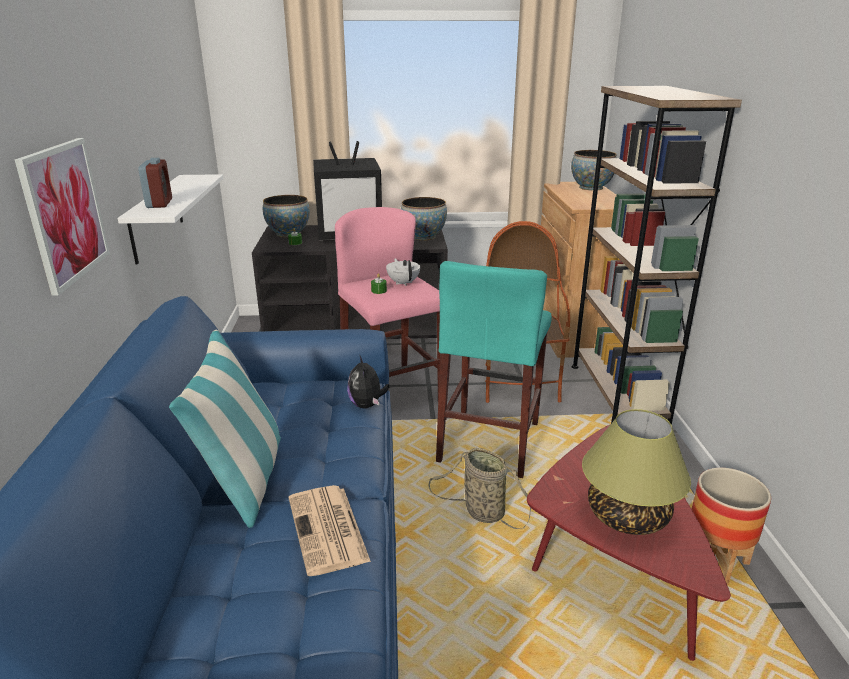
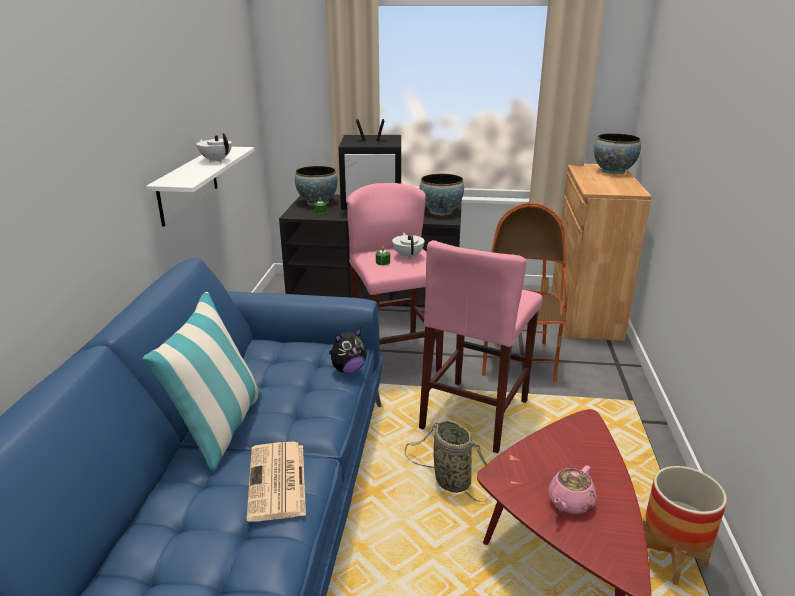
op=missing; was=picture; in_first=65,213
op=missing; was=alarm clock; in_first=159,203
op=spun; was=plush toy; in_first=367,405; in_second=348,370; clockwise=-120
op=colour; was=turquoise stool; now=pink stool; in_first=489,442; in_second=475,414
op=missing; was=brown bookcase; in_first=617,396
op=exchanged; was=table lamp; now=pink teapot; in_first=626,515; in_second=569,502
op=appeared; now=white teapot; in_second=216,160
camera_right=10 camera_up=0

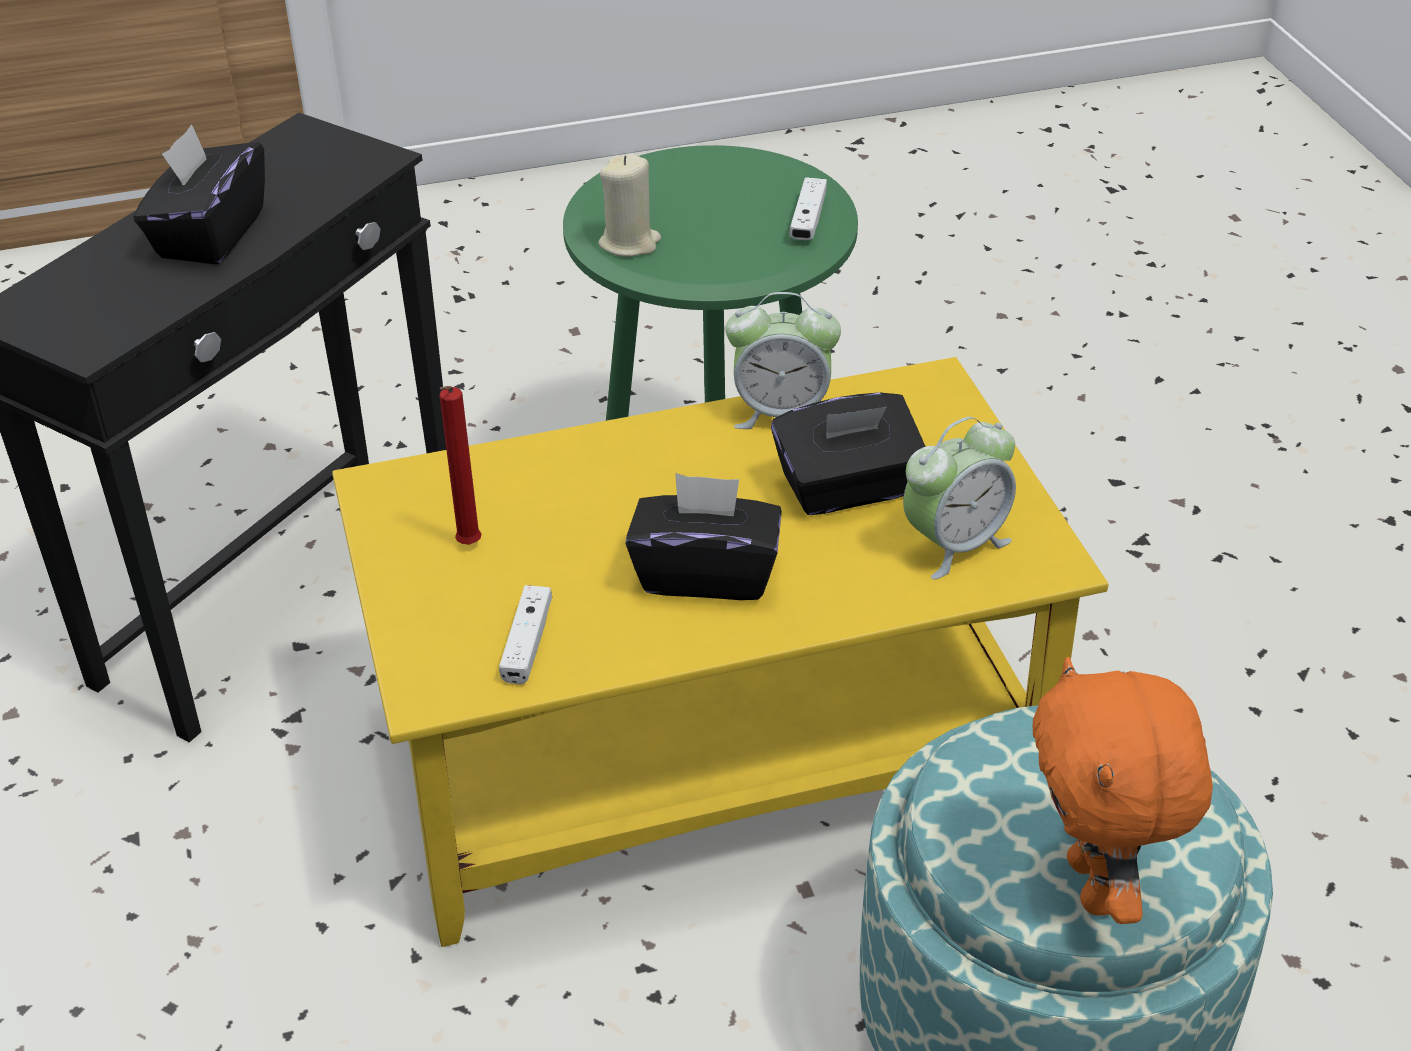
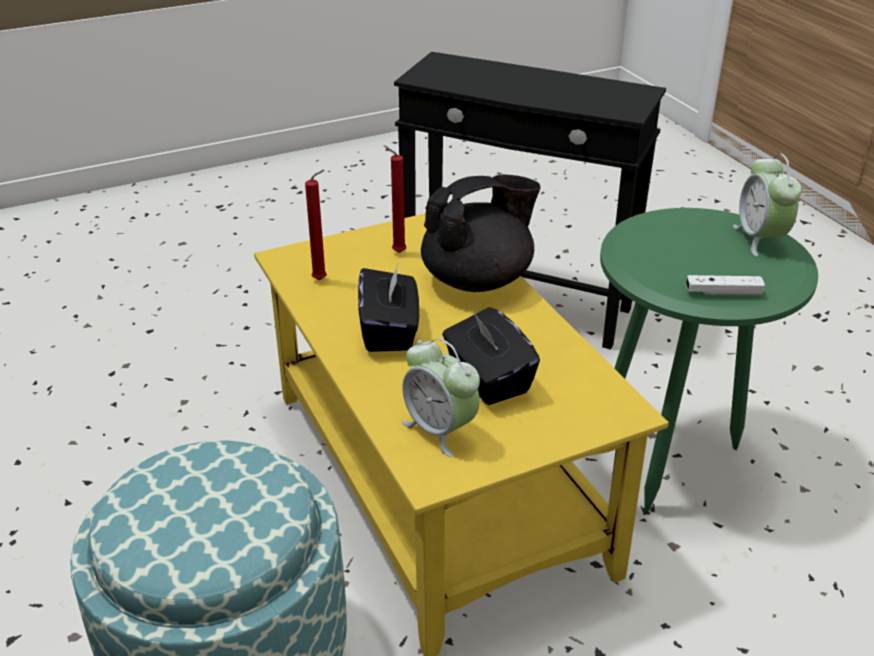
op=missing; was=black tissue box; in_first=209,234
op=exchanged; was=white game controller; now=red candle; in_first=527,643; in_second=322,280
op=missing; was=beige candle; in_first=630,243
op=relocated; was=alarm clock; in_first=781,413; in_second=760,239
op=missing; was=orange plush toy; in_first=1097,886
op=appeared; now=black teapot; in_second=478,279
camera_right=80 camera_up=-5

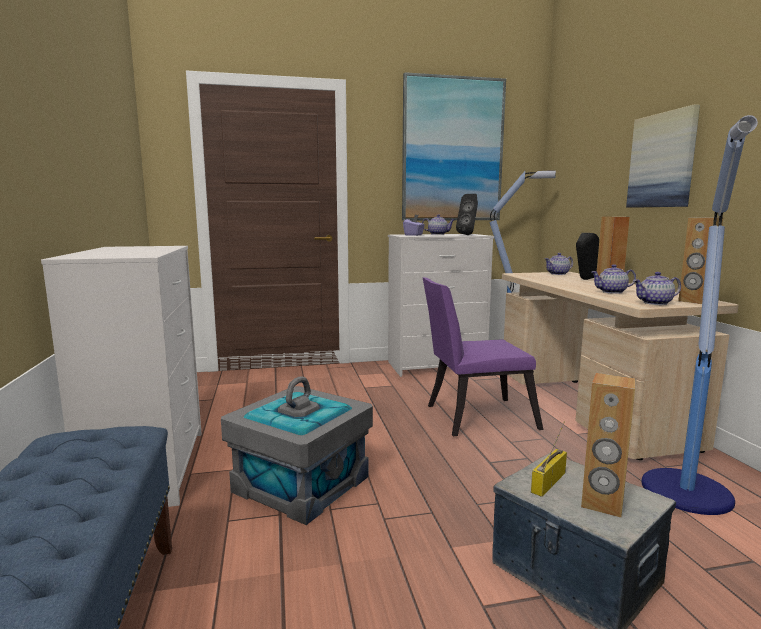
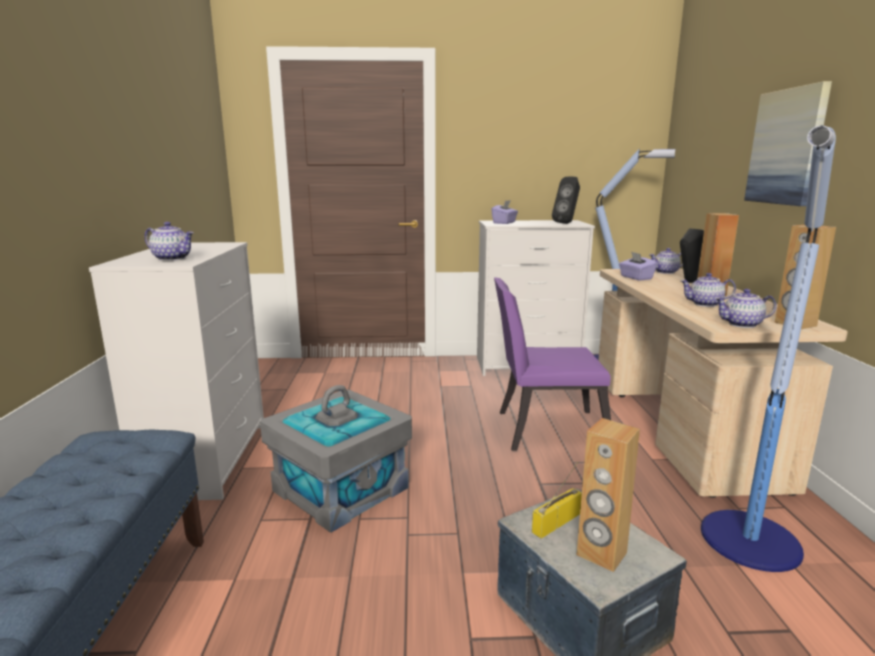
op=missing; was=picture; in_first=452,150
op=relocated; was=teapot; in_first=438,234; in_second=173,258
op=appeared; now=purple tissue box; in_second=635,278
camera_right=10 camera_up=5

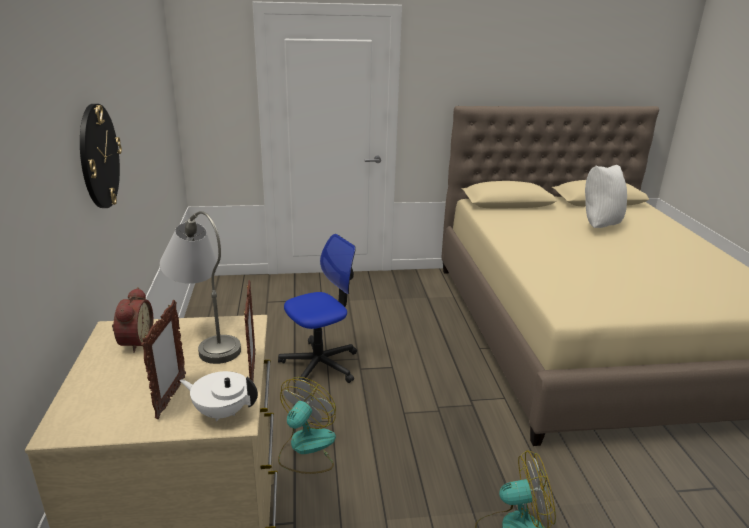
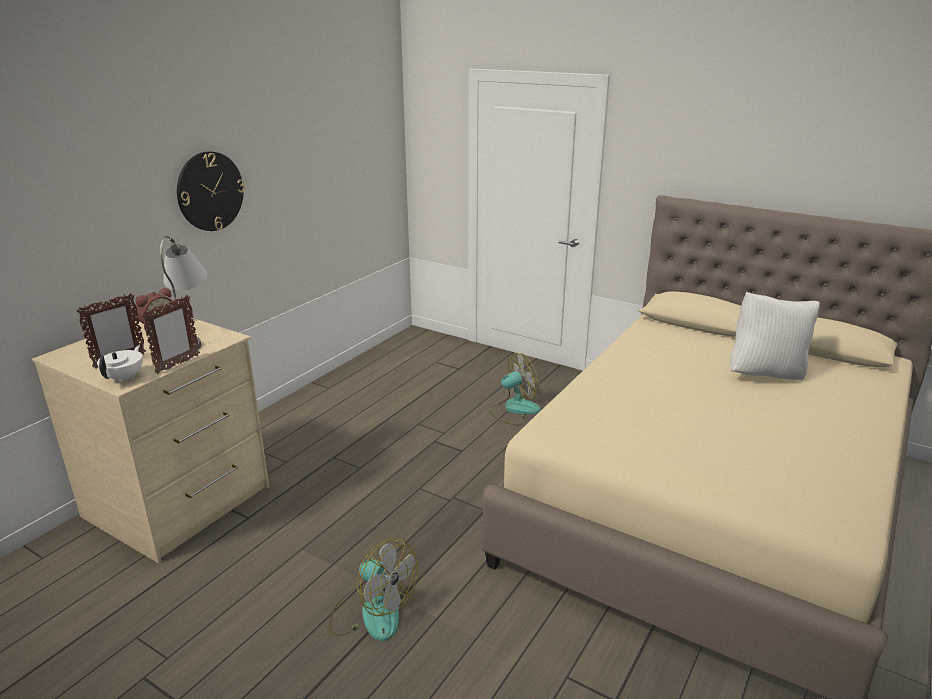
op=spun; was=white teapot; in_first=222,412; in_second=125,378; clockwise=45
op=missing; was=office chair; in_first=320,364
op=relocated; was=fan; in_first=306,448; in_second=514,409
camera_right=40 camera_up=0

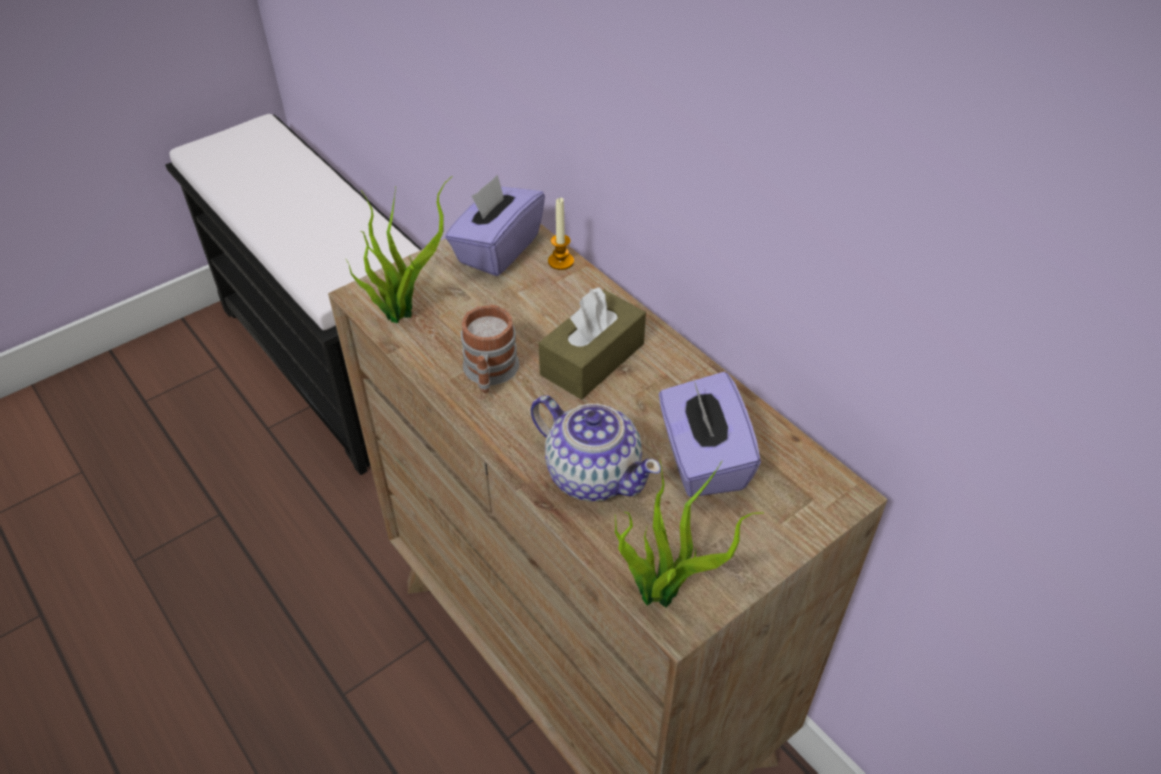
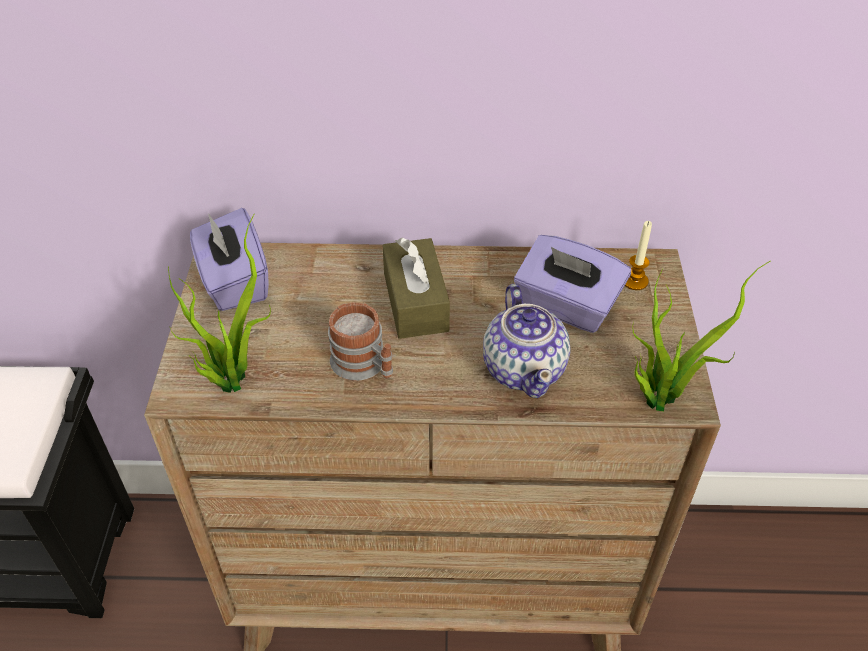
op=spun; was=teapot; in_first=593,474; in_second=524,368; clockwise=90
op=relocated; was=candle; in_first=561,261; in_second=634,281
camera_right=-50 camera_up=0

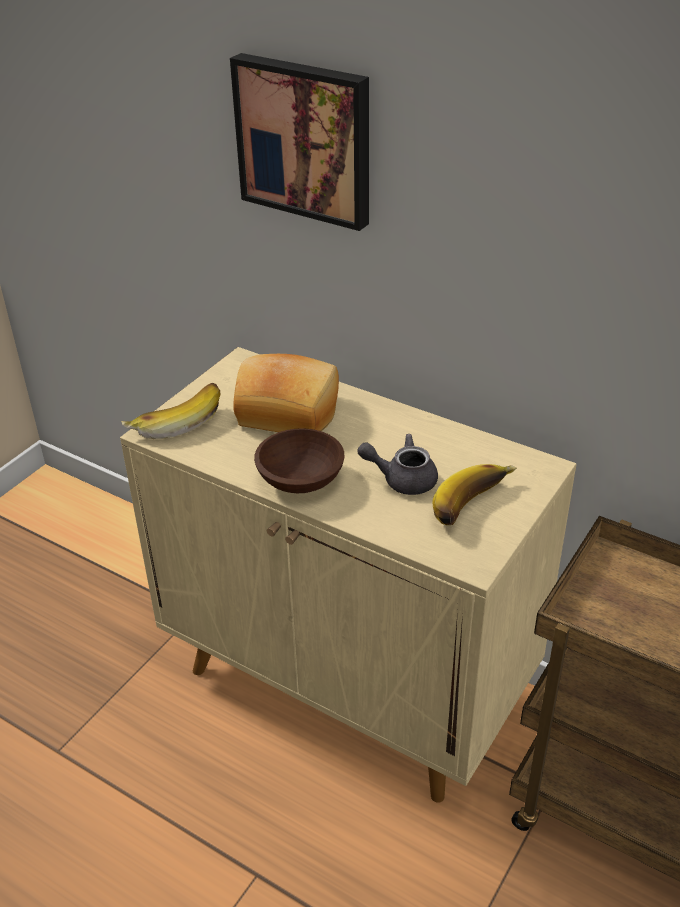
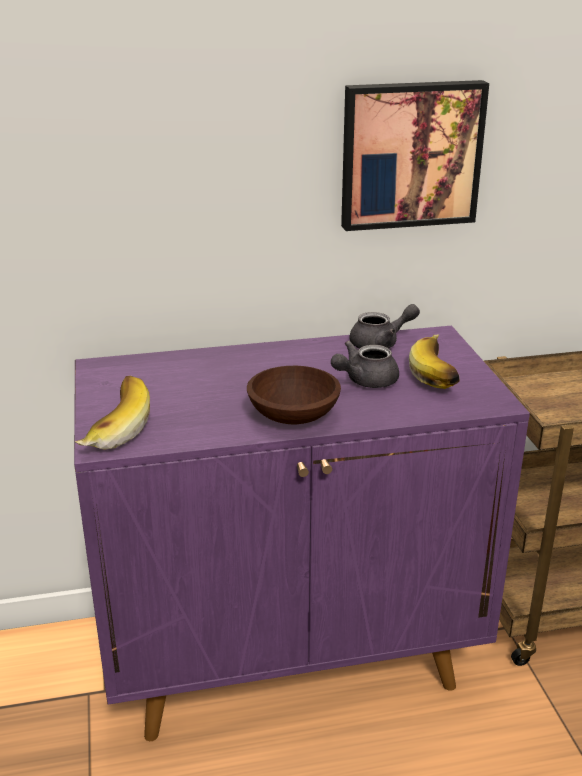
op=colour; was=beige cabinet; now=purple cabinet; in_first=349,683; in_second=292,655
op=relocated; was=picture; in_first=305,139; in_second=410,154
op=missing; was=bread; in_first=289,410
op=appeared; now=grey teapot; in_second=381,343
camera_right=-45 camera_up=-10

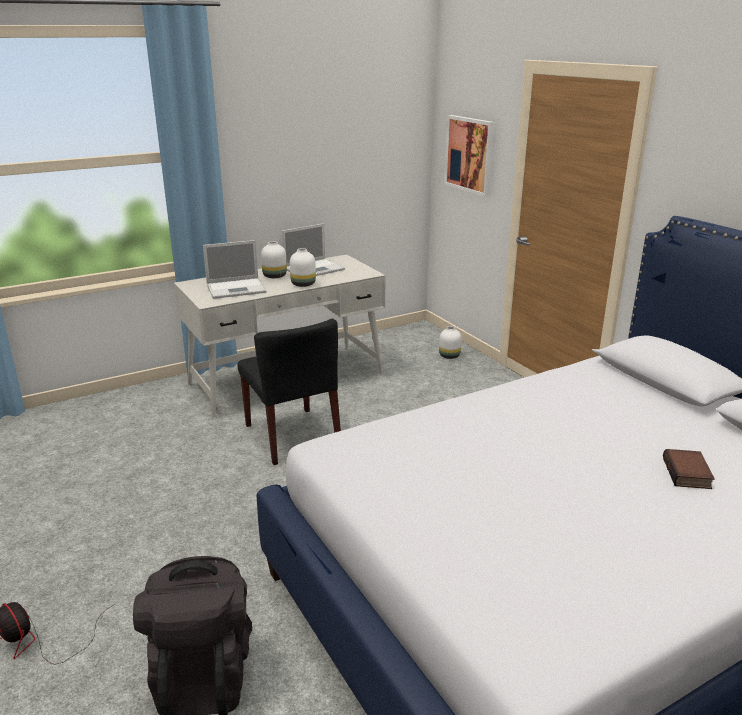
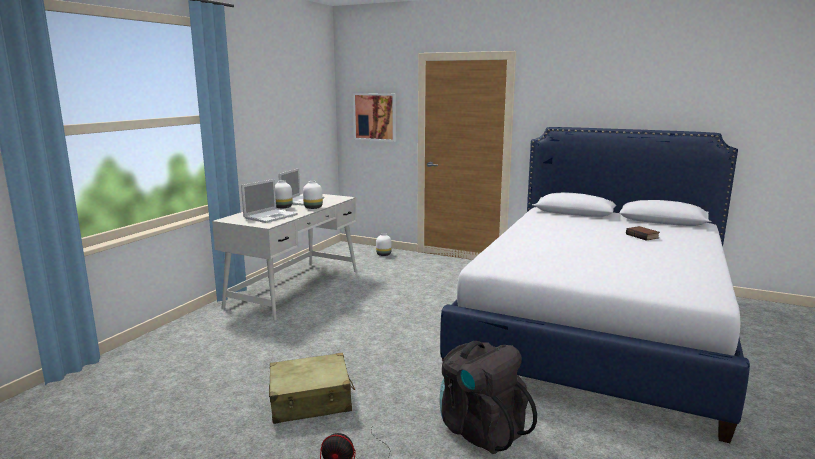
op=missing; was=black chair; in_first=292,436
op=appeared; now=beige suitcase; in_second=311,400
camera_right=-35 camera_up=-10

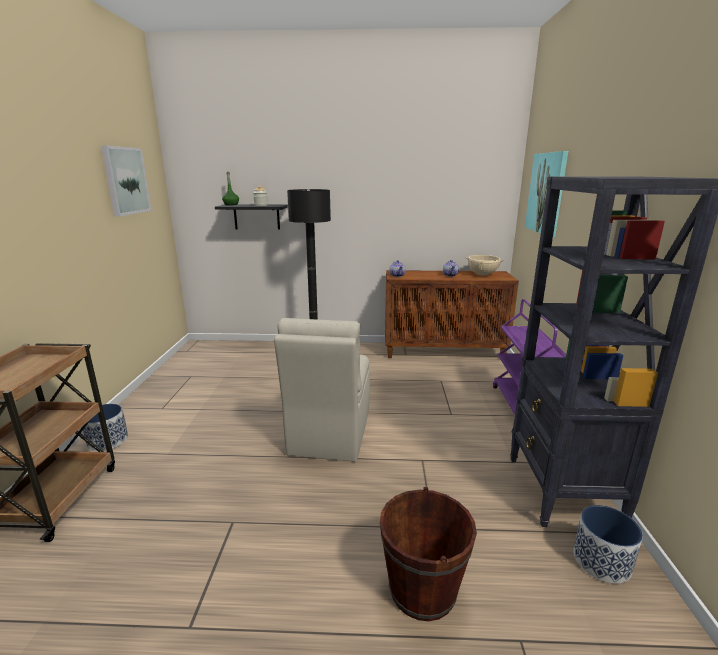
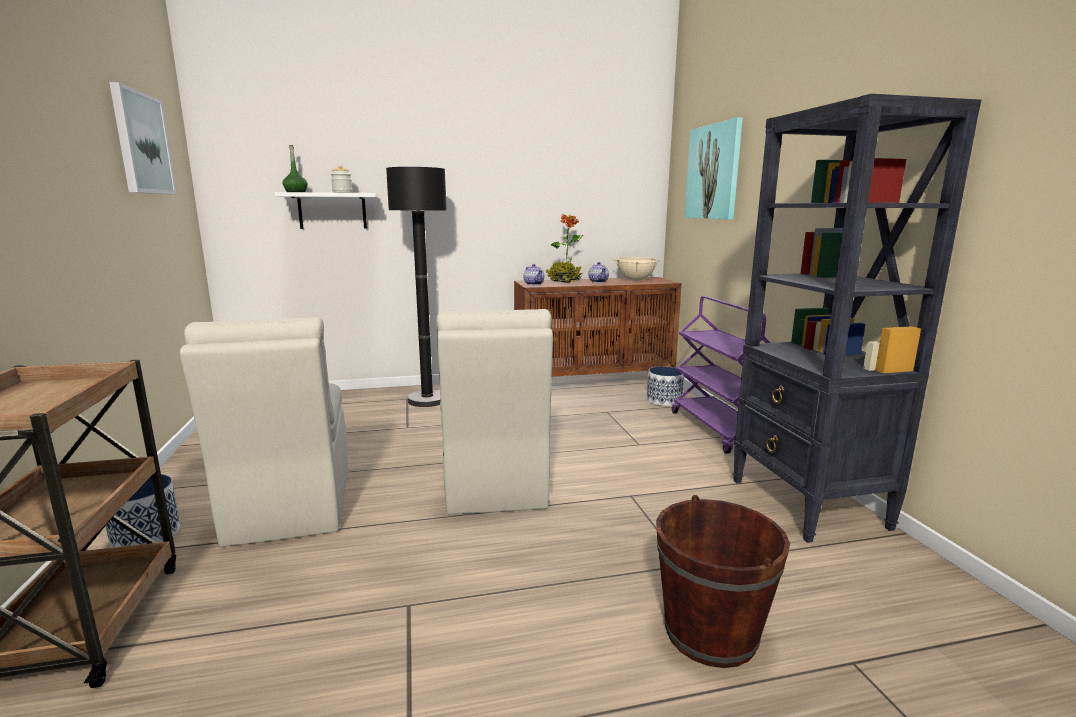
op=colour; was=black shelf; now=white shelf; in_first=256,217; in_second=332,211
op=relocated; was=planter; in_first=601,561; in_second=663,401
op=appeared; now=beige chair; in_second=289,507
op=appeared; now=potted plant; in_second=564,281
camera_right=-15 camera_up=-5

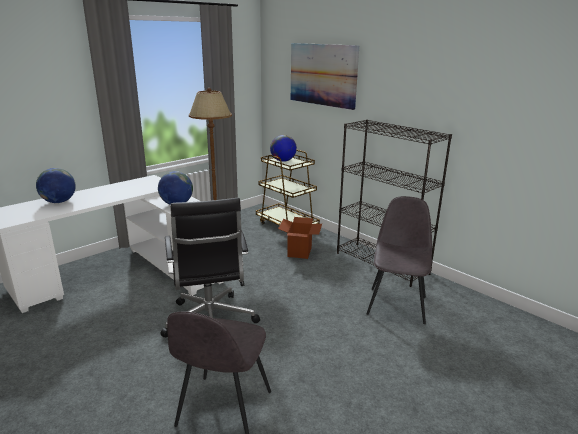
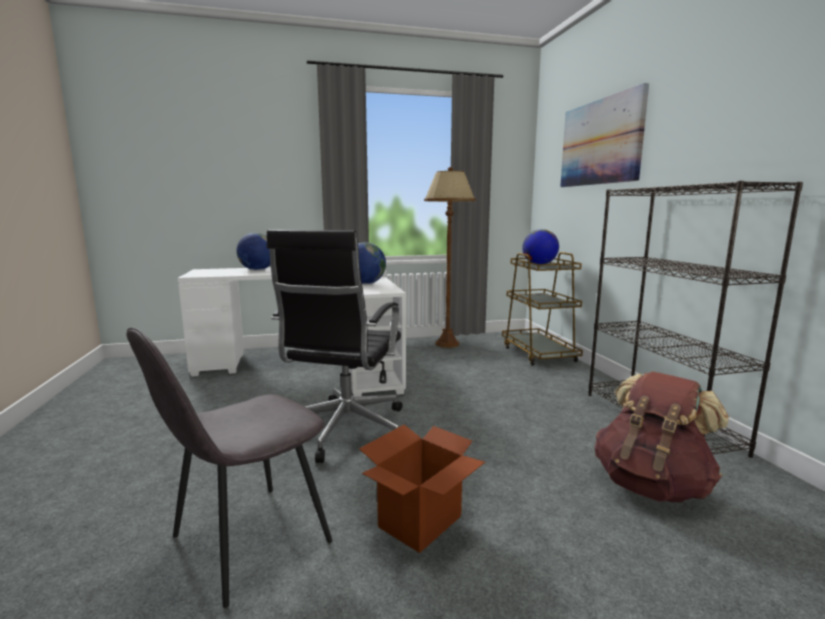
op=relocated; was=cardboard box; in_first=299,252; in_second=420,522
op=exchanged; was=grey chair; now=brown backpack; in_first=397,304; in_second=651,485
camera_right=30 camera_up=-10

